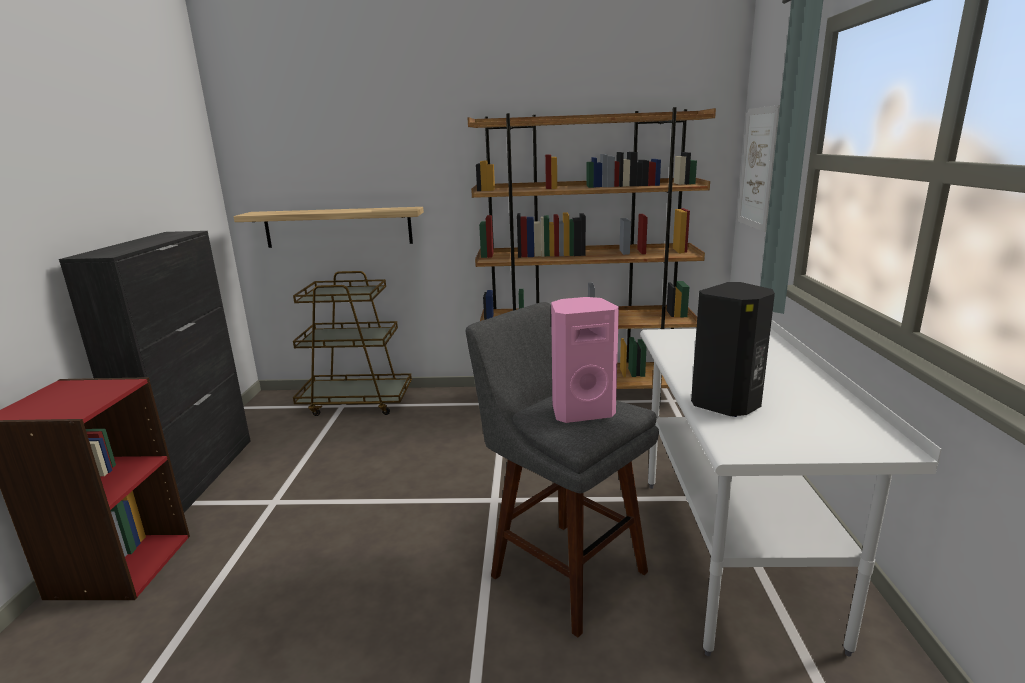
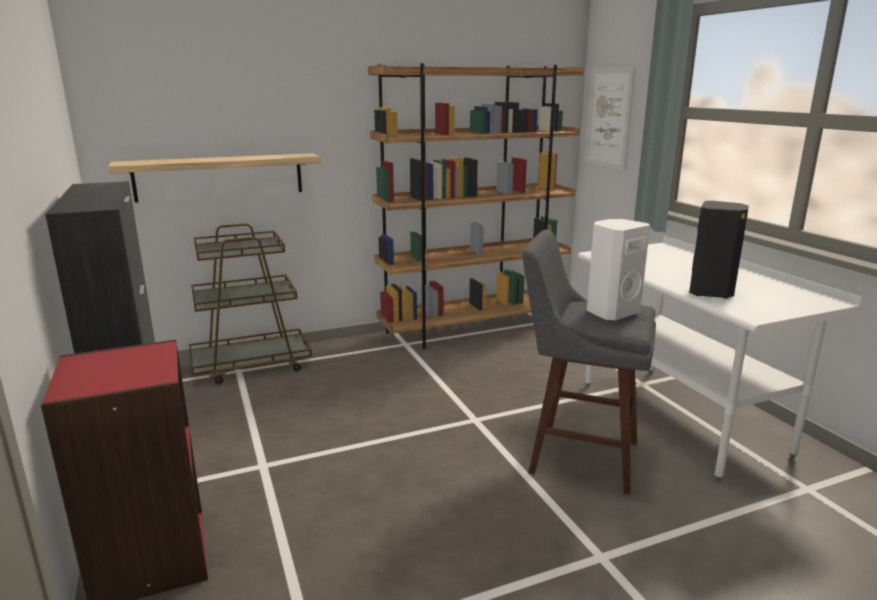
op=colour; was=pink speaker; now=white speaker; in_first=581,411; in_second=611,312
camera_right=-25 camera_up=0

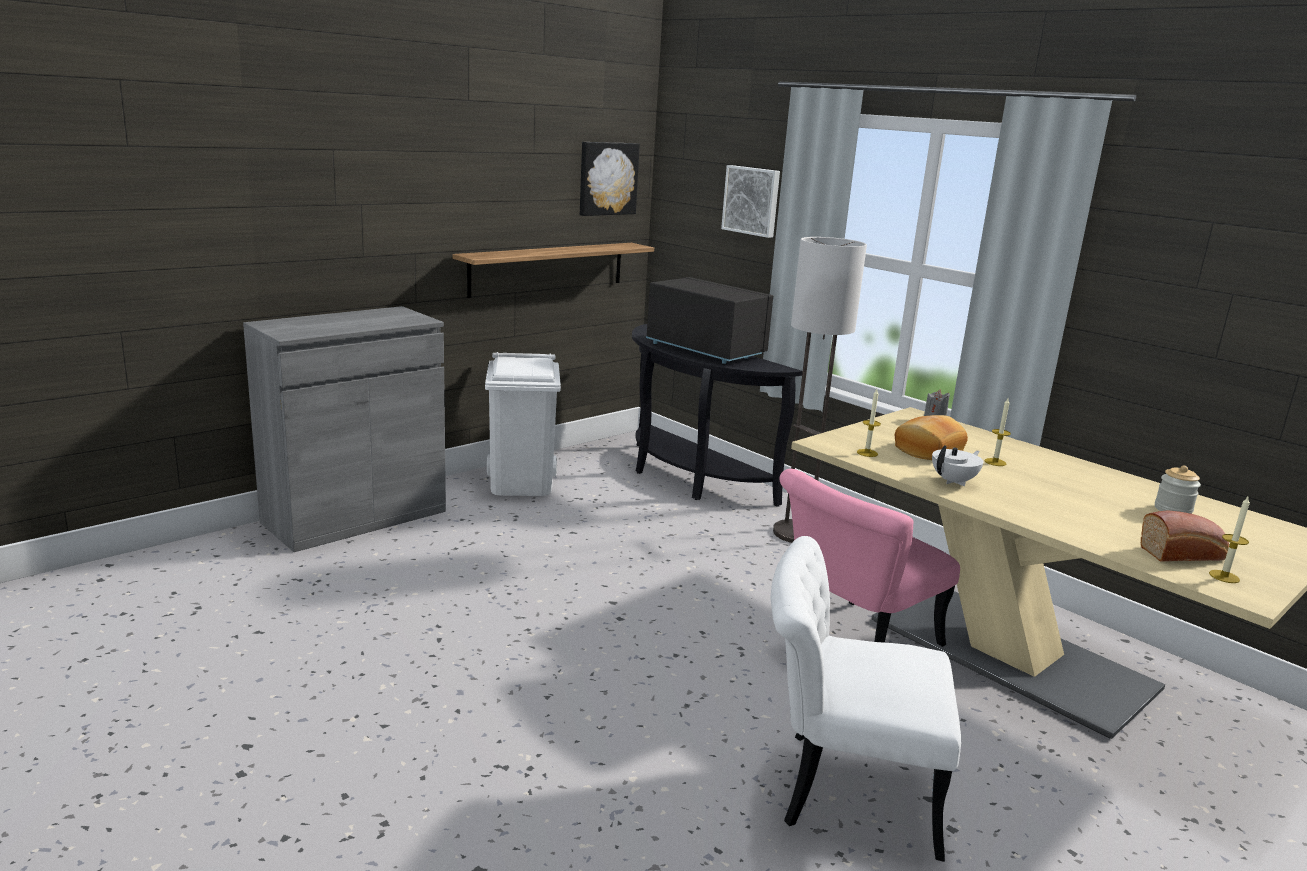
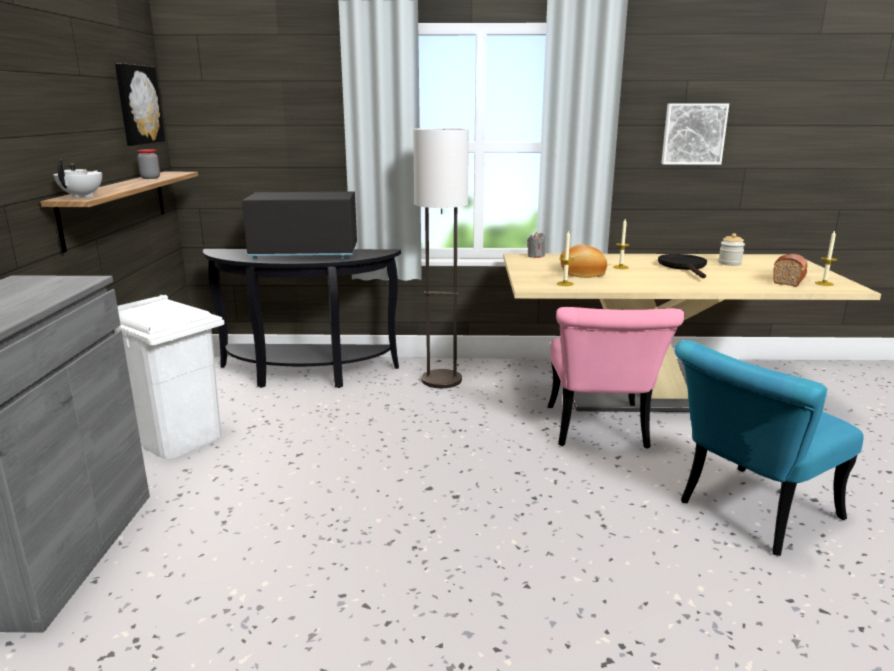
op=relocated; was=picture; in_first=752,200; in_second=693,134
op=colour; was=white chair; now=turquoise chair; in_first=841,787; in_second=749,515
op=relocated; was=white teapot; in_first=954,481; in_second=83,196
op=appeared; now=jar; in_second=150,178
op=appeared; now=black frying pan; in_second=684,267
camera_right=-45 camera_up=0

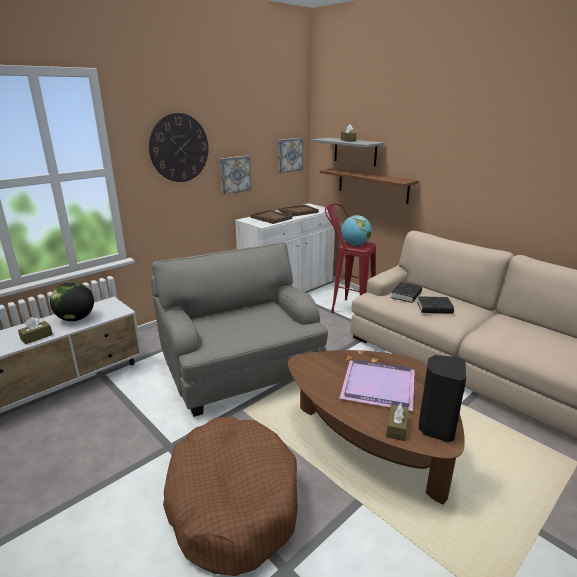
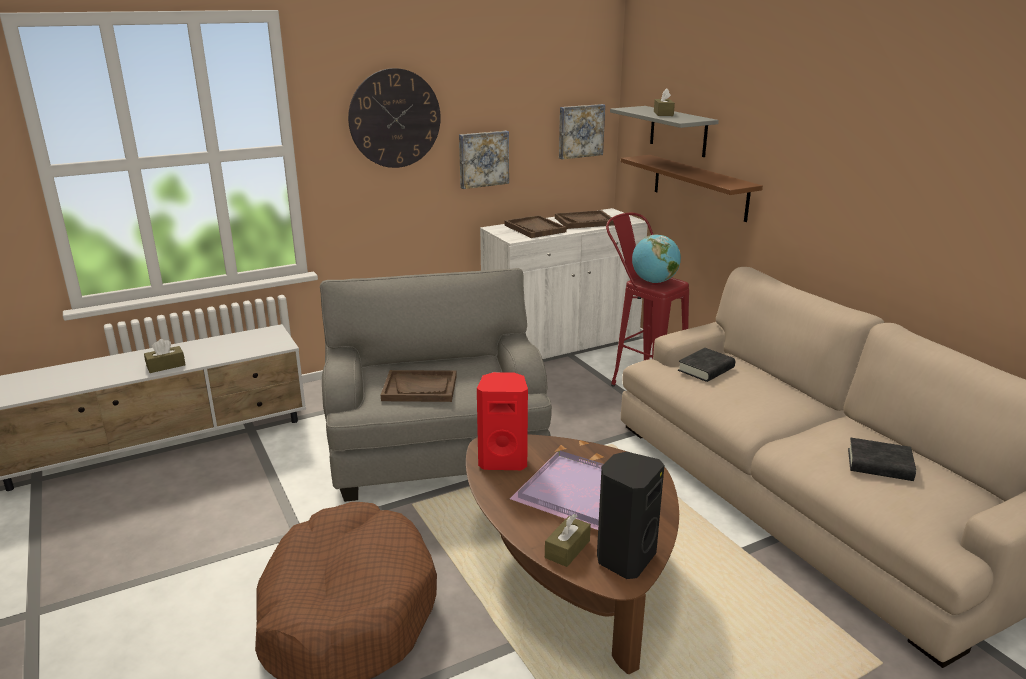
op=missing; was=globe; in_first=76,319
op=relocated; was=black book; in_first=434,308; in_second=879,465
op=appeared; now=brown tray; in_second=420,388
op=appeared; now=red speaker; in_second=503,460
camera_right=15 camera_up=0

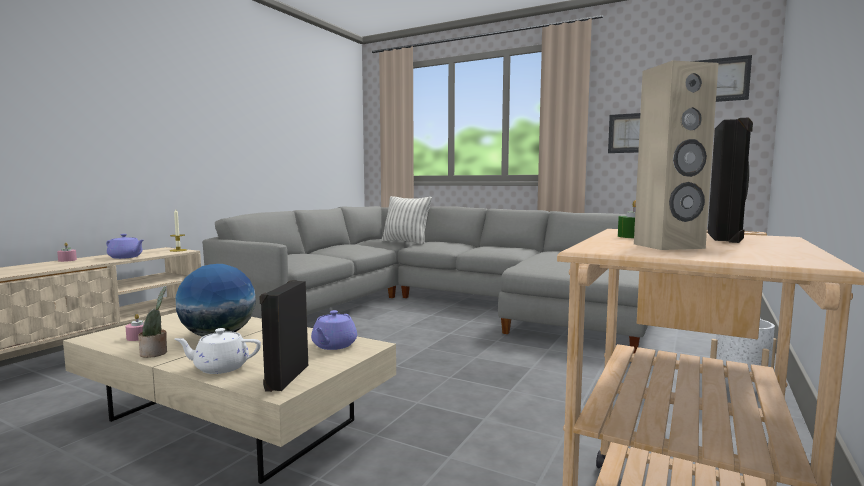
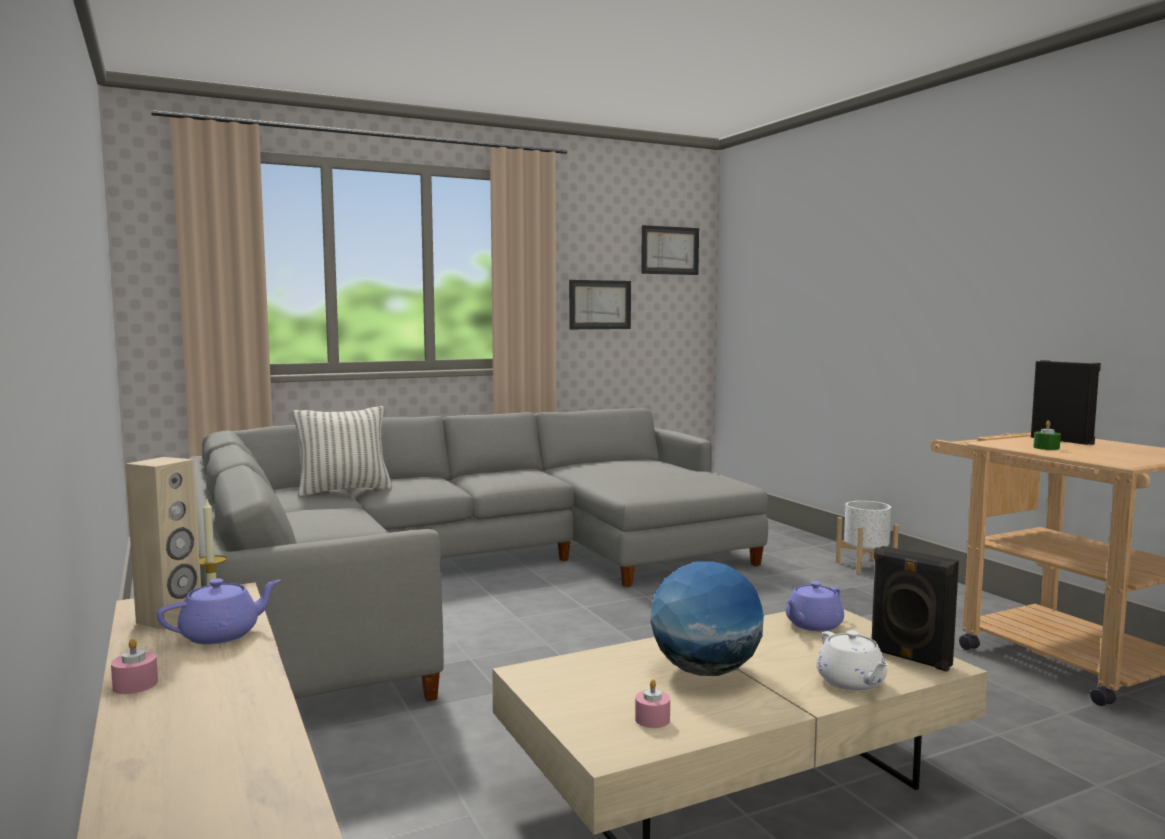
op=missing; was=potted plant; in_first=155,353
op=spun; was=white teapot; in_first=220,367; in_second=851,683; clockwise=-45
op=spun; was=purple teapot; in_first=333,345; in_second=813,625; clockwise=90
op=relocated; was=beige speaker; in_first=669,246; in_second=170,619
camera_right=-55 camera_up=0

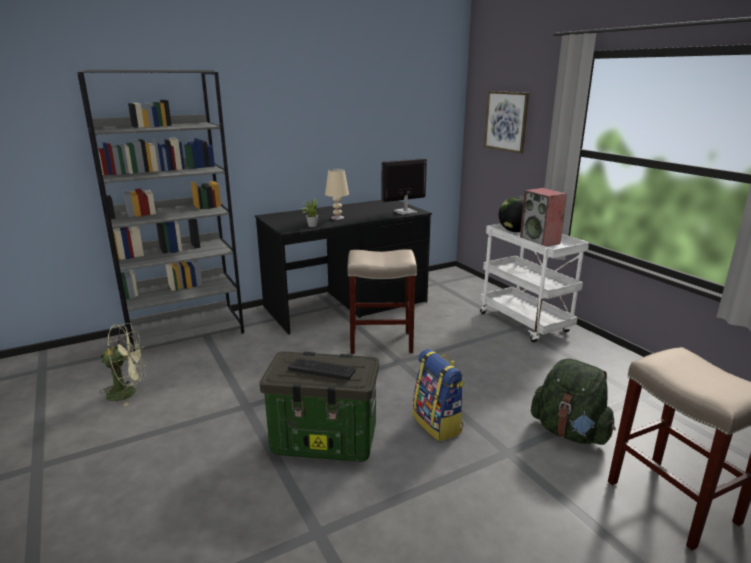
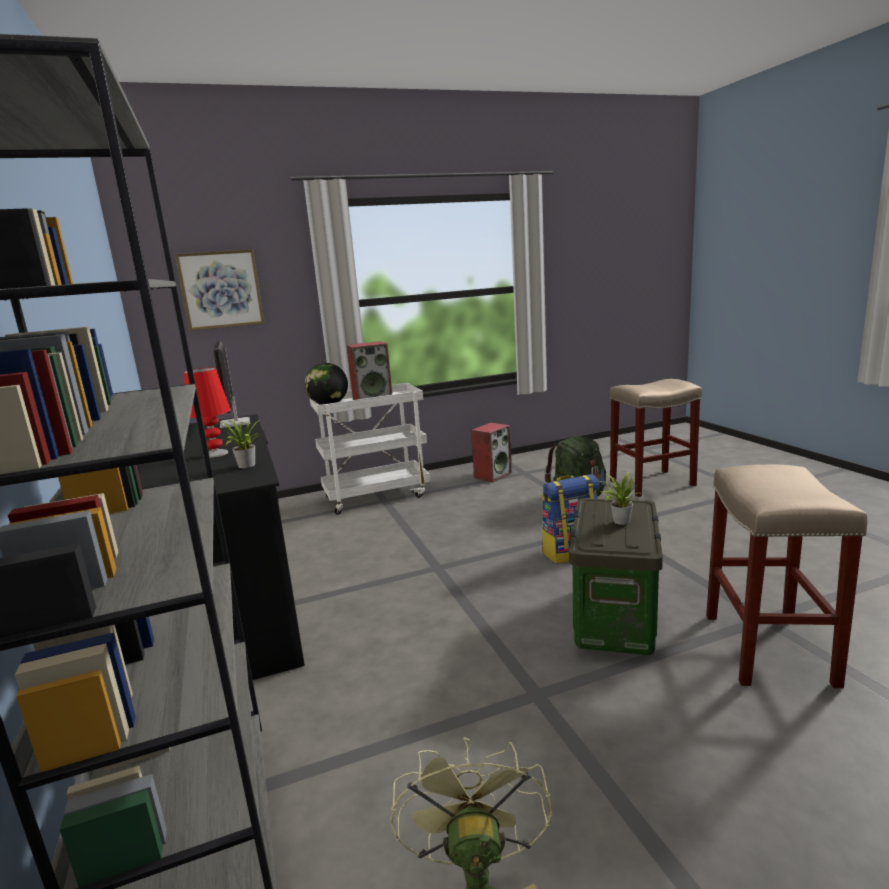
op=exchanged; was=keyboard; now=potted plant; in_first=322,369; in_second=619,521
op=colour; was=beige table lamp; now=red table lamp; in_first=337,218; in_second=215,454
op=relocated; was=beige stool; in_first=380,342; in_second=769,650
op=appeared; now=speaker; in_second=492,475
camera_right=-80 camera_up=-5

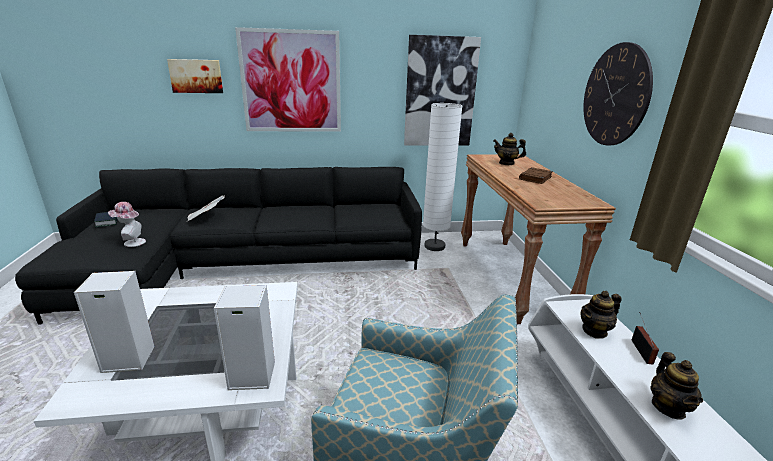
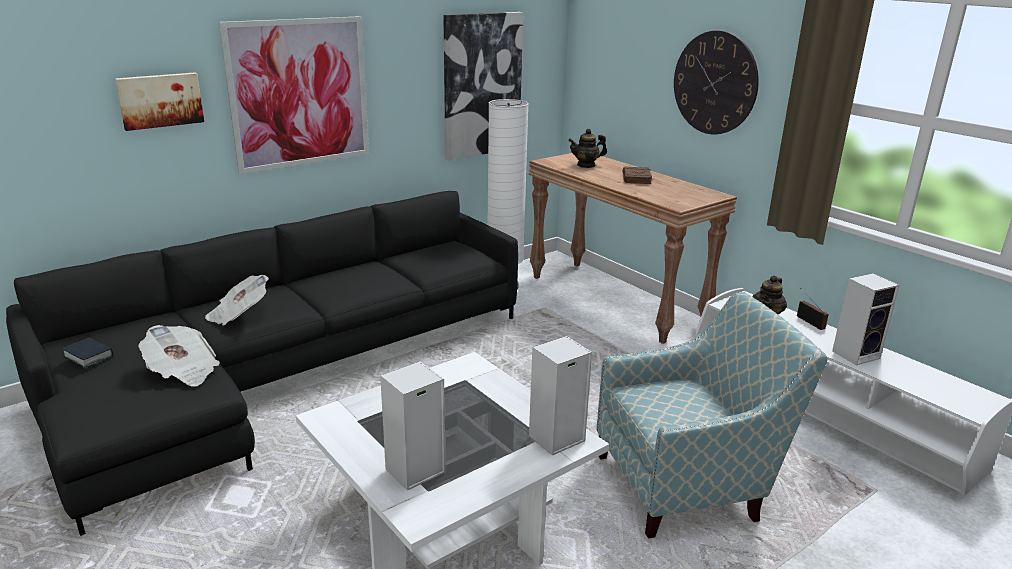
op=exchanged; was=hat; now=newspaper; in_first=131,242; in_second=183,371
op=exchanged; was=teapot; now=speaker; in_first=668,407; in_second=856,354
camera_right=-30 camera_up=0

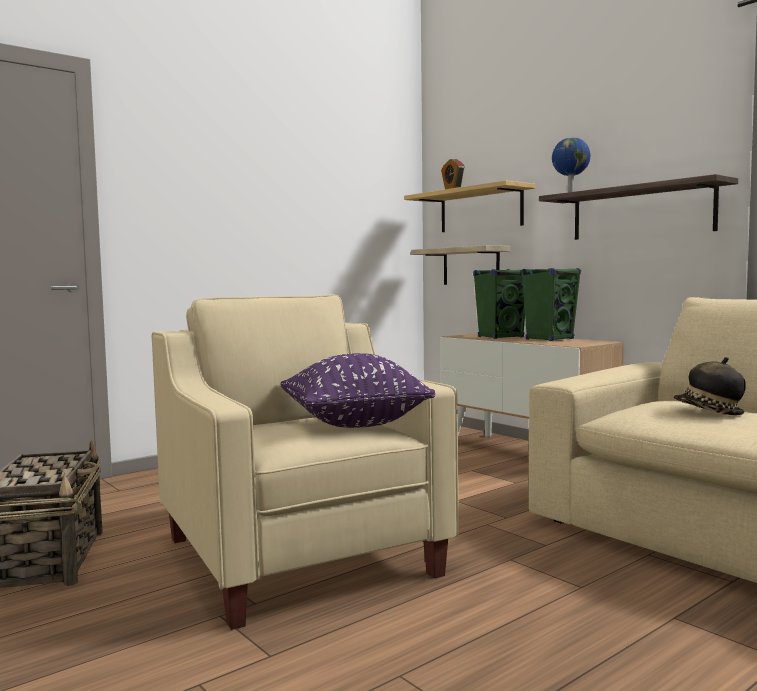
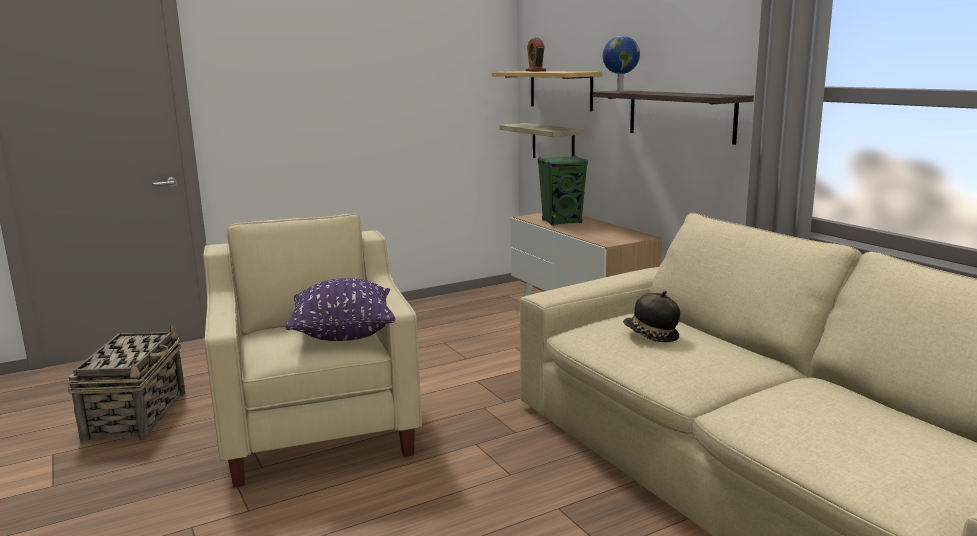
op=missing; was=green speaker; in_first=550,339
camera_right=10 camera_up=10

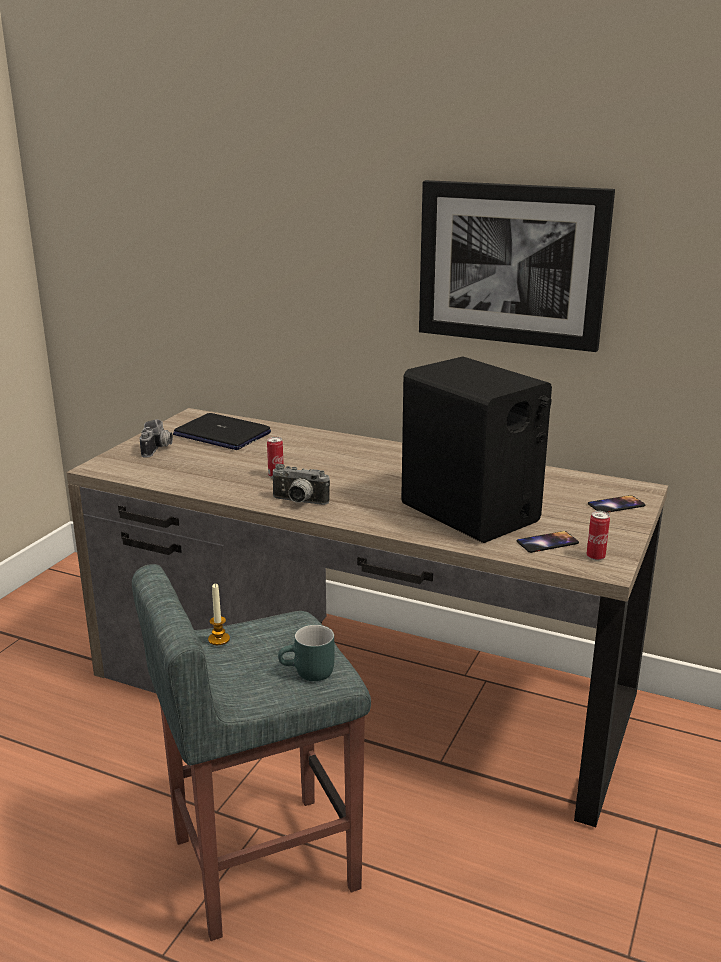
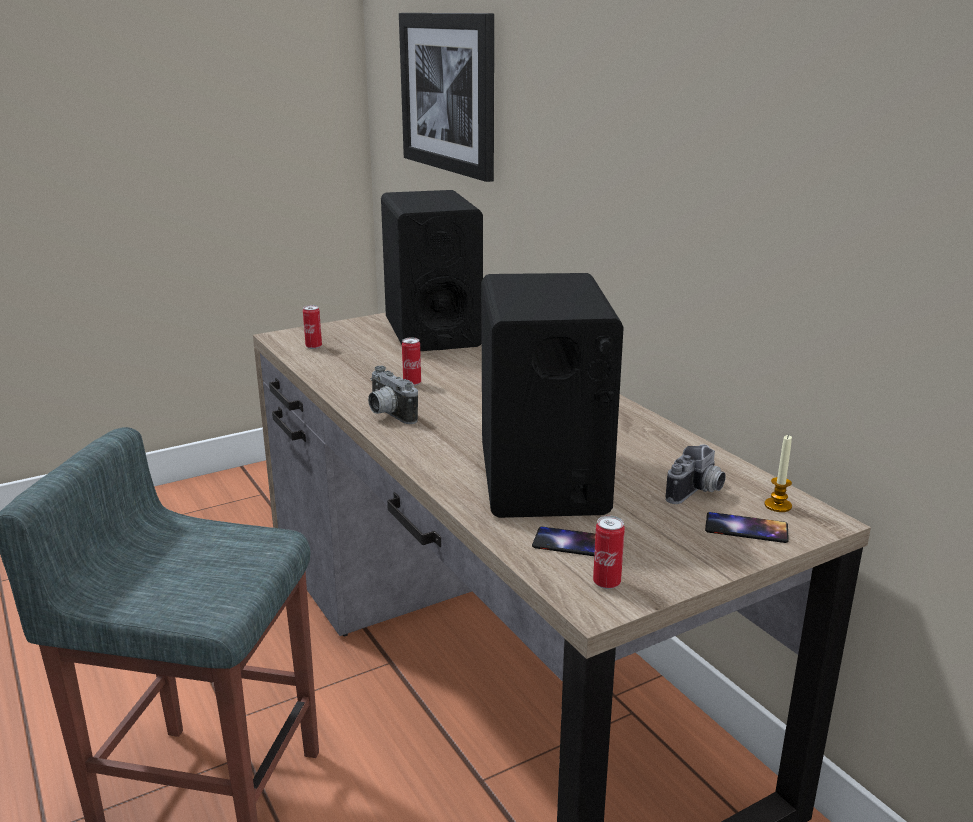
op=relocated; was=photo camera; in_first=158,449; in_second=697,493
op=exchanged; was=laptop; now=black speaker; in_first=221,434; in_second=432,332
op=relocated; was=candle; in_first=219,639; in_second=778,505
op=missing; was=turquoise mug; in_first=308,674
op=relocated; was=picture; in_first=511,264; in_second=448,93
op=appeared; now=can; in_second=313,347
camera_right=35 camera_up=0

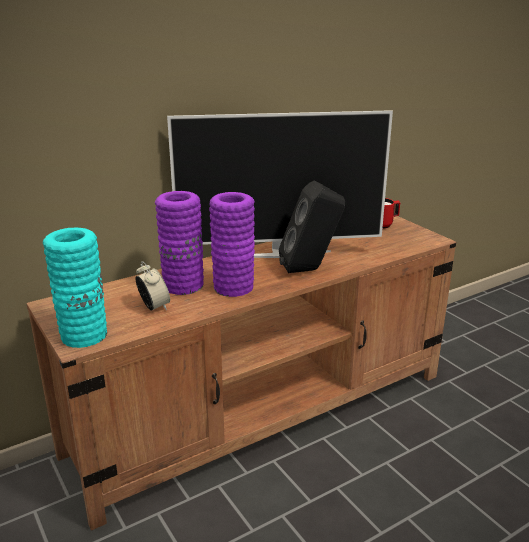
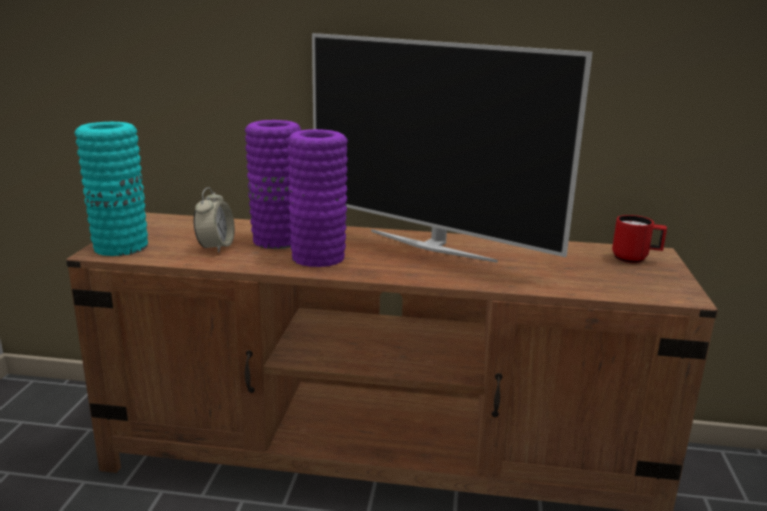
op=missing; was=black speaker; in_first=310,270
camera_right=40 camera_up=-5

